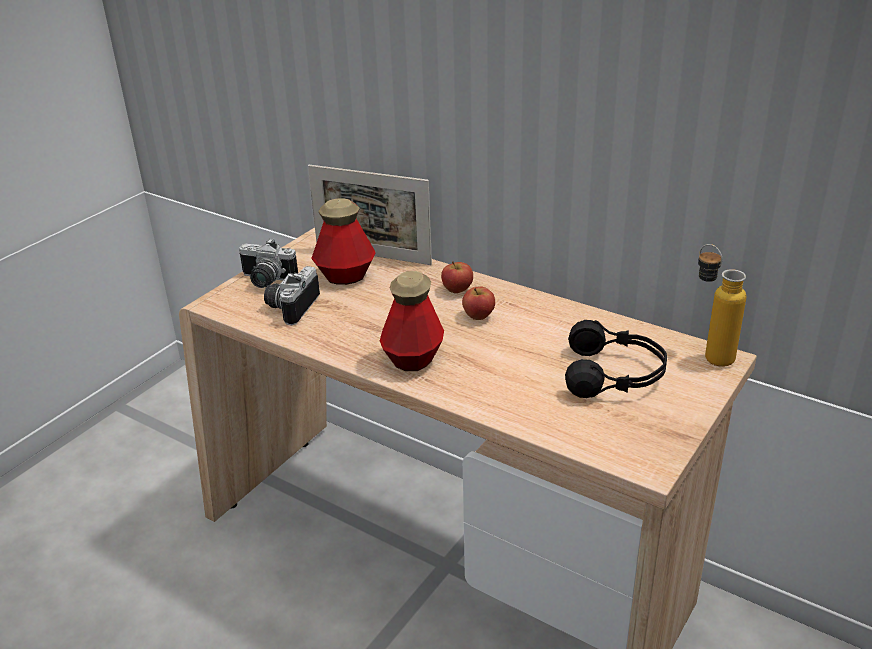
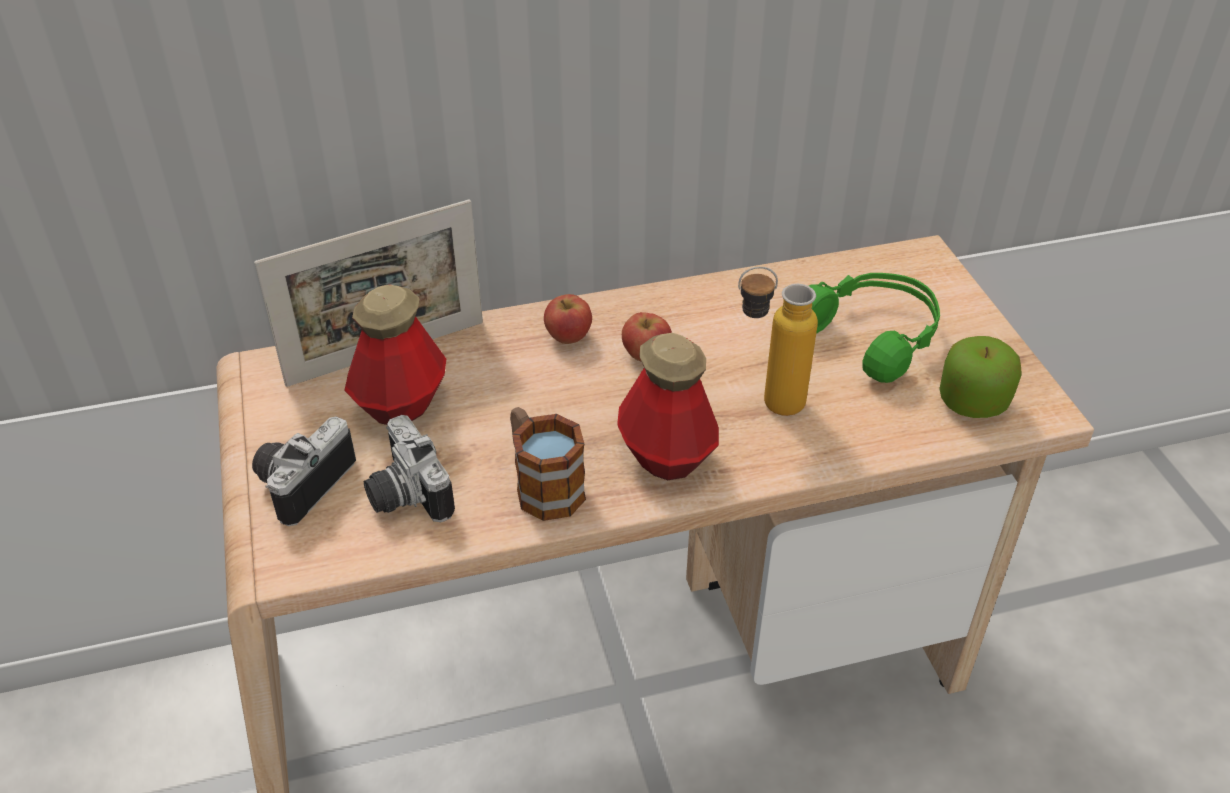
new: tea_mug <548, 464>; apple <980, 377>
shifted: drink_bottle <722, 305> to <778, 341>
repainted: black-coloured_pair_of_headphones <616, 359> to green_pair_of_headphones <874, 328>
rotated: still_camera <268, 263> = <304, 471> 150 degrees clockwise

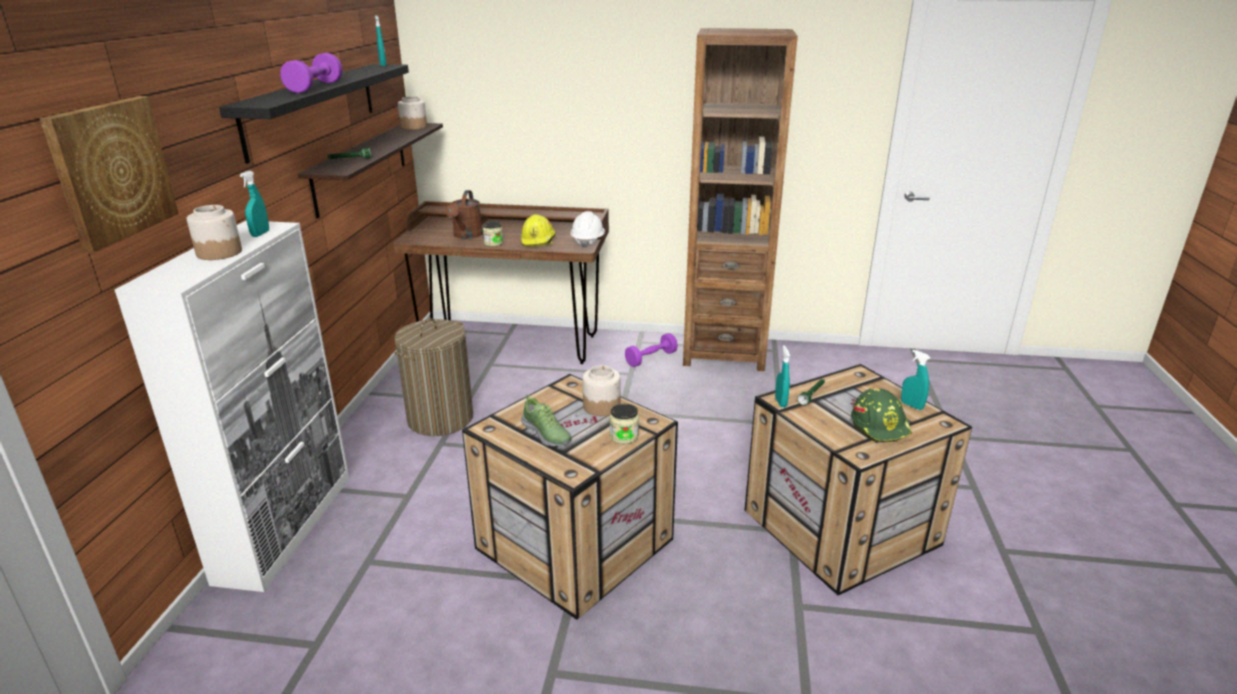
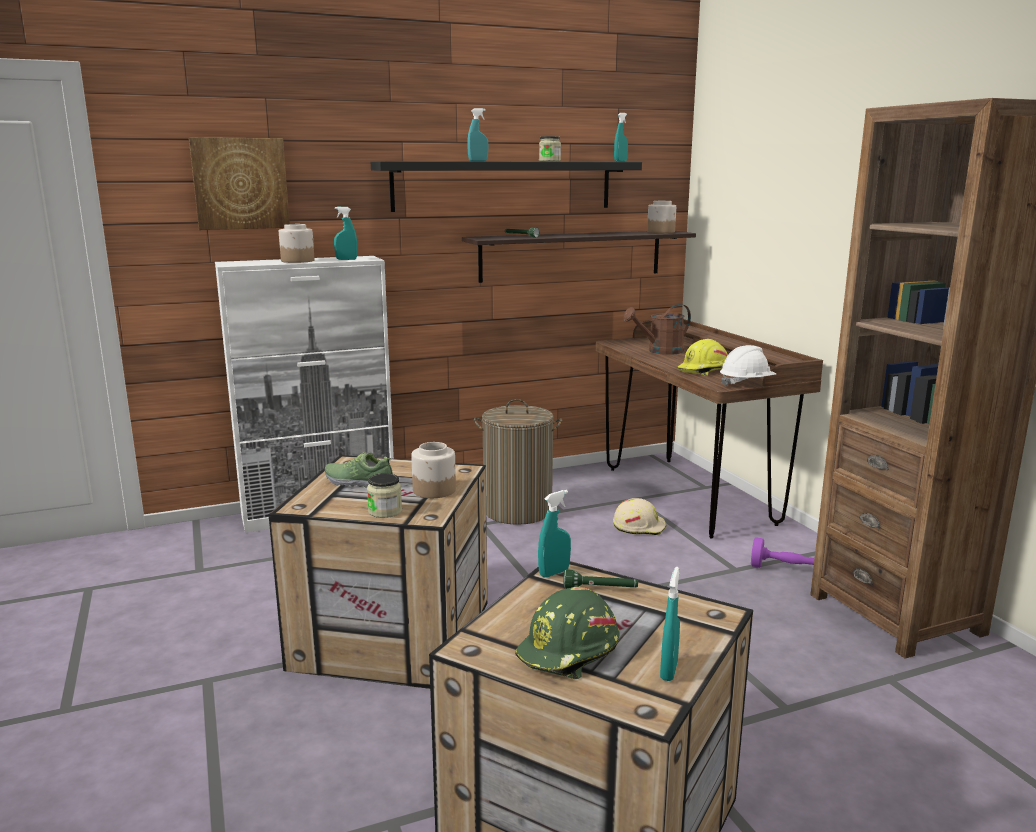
new: sand-coloured_safety_helmet <639, 516>
shifted: storage_jar <493, 233> to <550, 148>
swapped: purplish_free_weight <311, 73> to turquoise-coloured_sprayer <478, 134>
rotated: low_shoe <546, 420> = <359, 470> 90 degrees clockwise

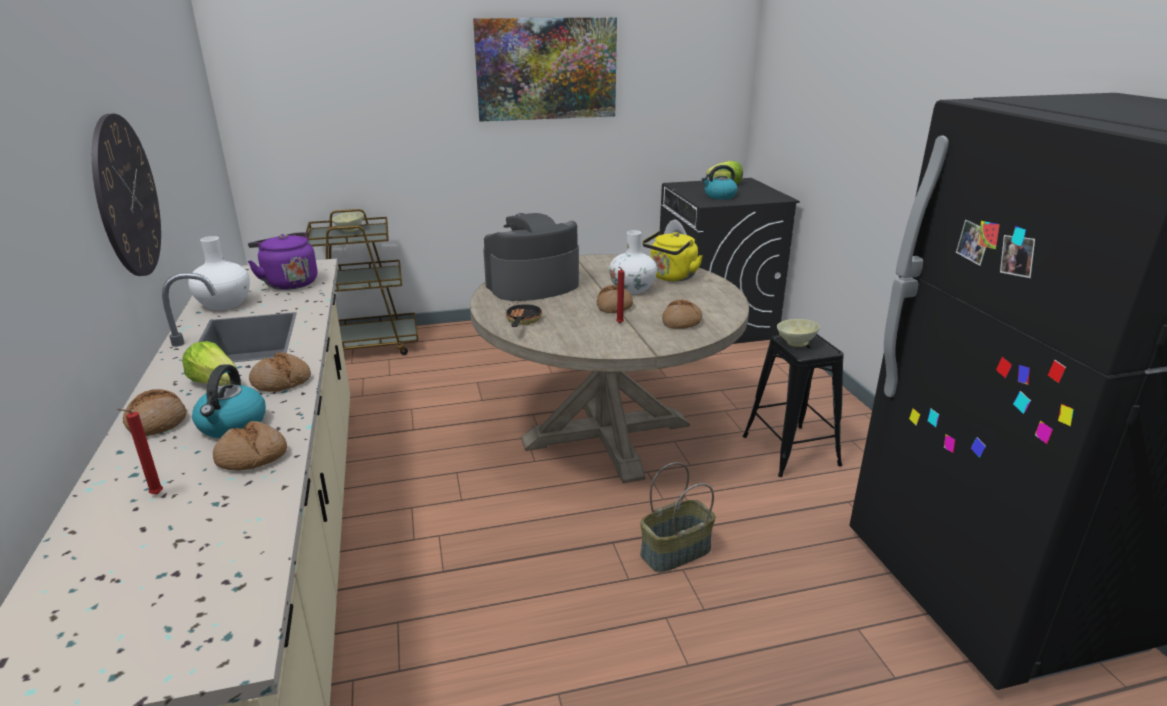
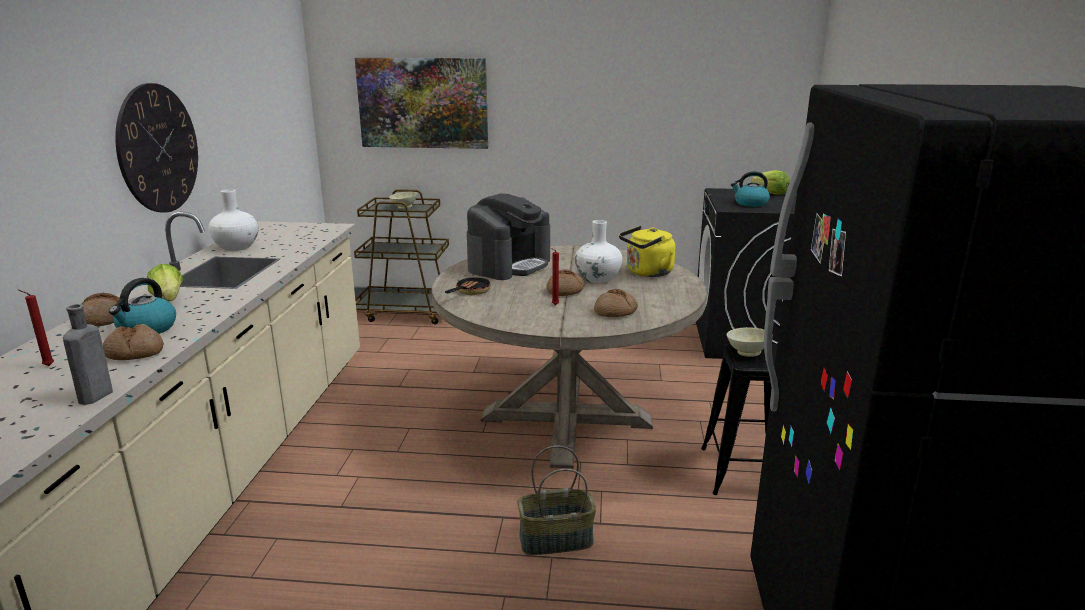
gone: purplish_tea_kettle <282, 261>; bakery_bread <280, 372>
new: greyish_drink_bottle <88, 354>
shifted: wall_art <545, 69> to <421, 103>
rotated: coffee_maker <531, 257> = <508, 237> 135 degrees clockwise

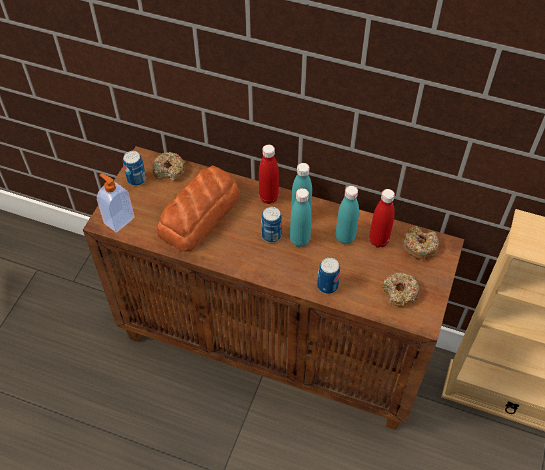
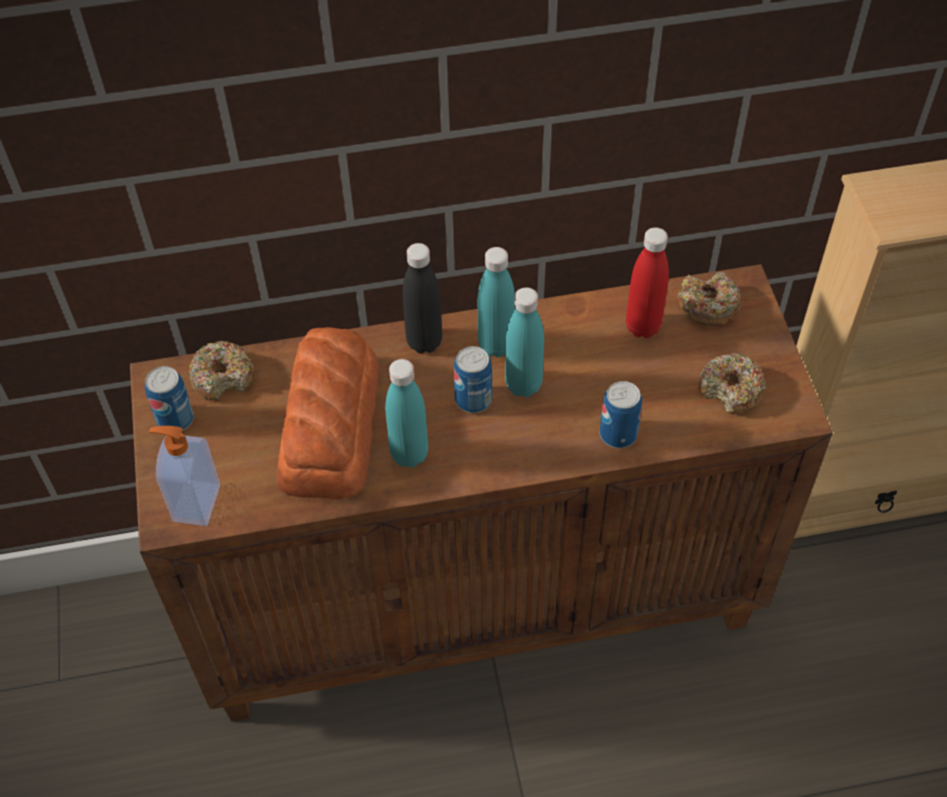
shifted: turquoise-coloured_drink_bottle <347, 215> to <406, 413>
repainted: reddish_drink_bottle <269, 174> to black-coloured_drink_bottle <422, 298>

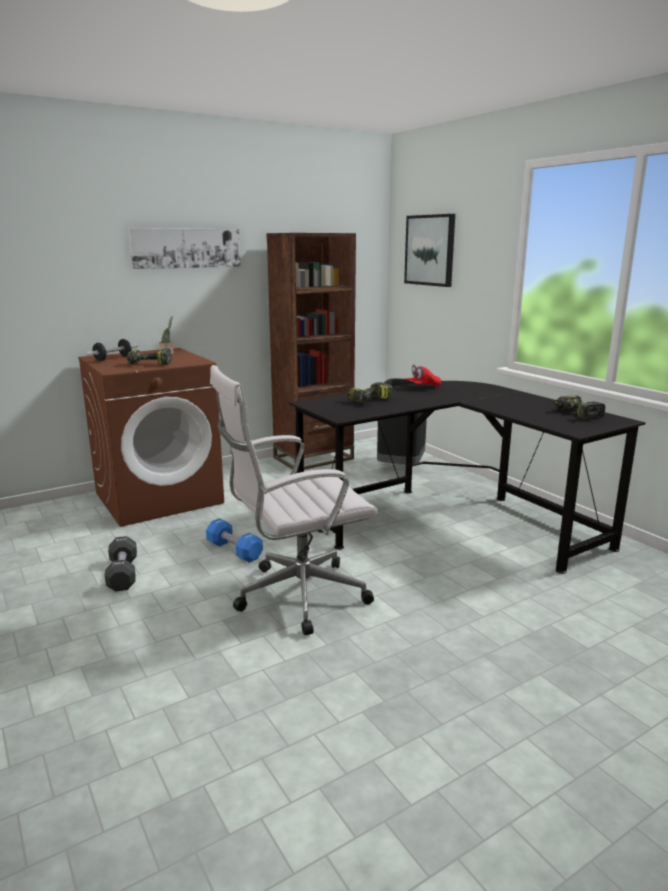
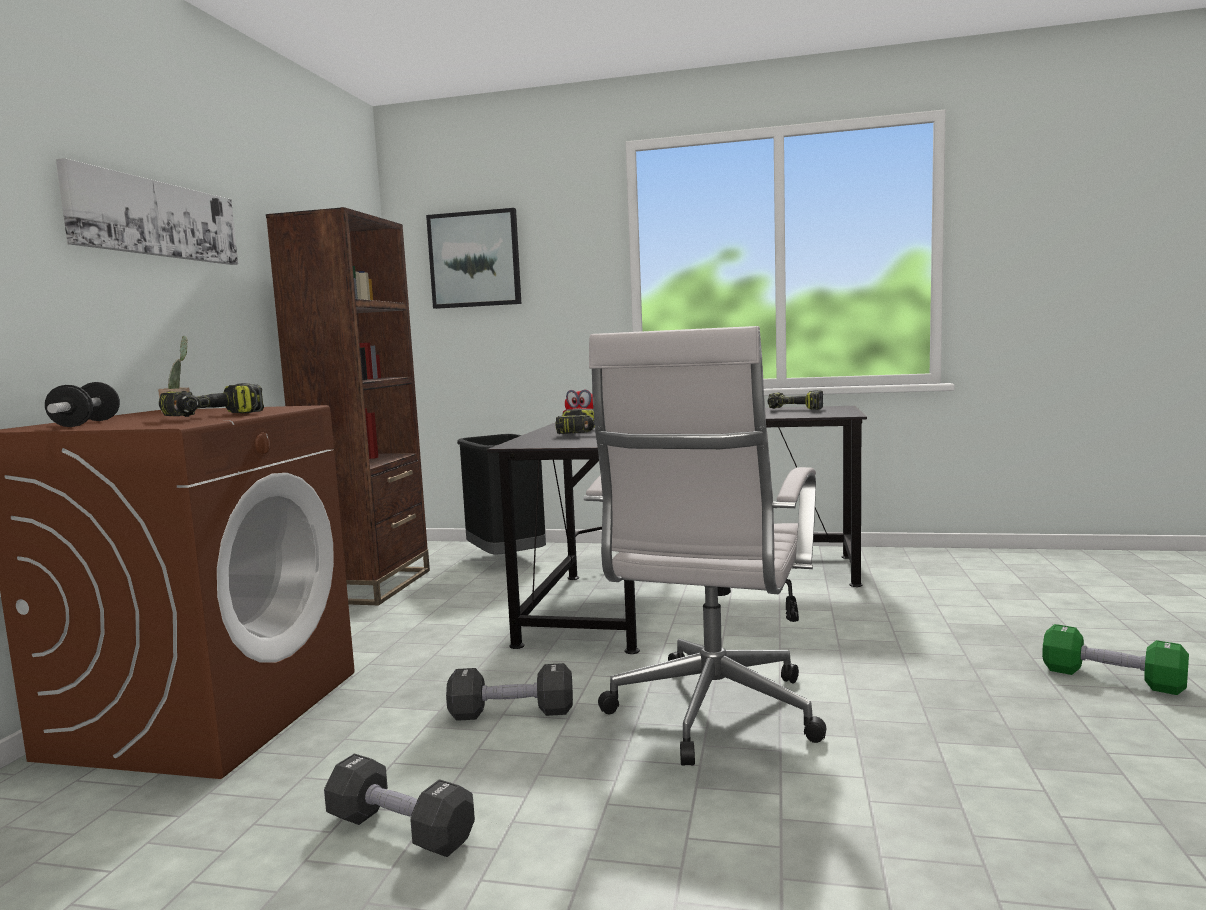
new: green_free_weight <1115, 659>
repainted: bluish_free_weight <234, 540> to black-coloured_free_weight <509, 692>

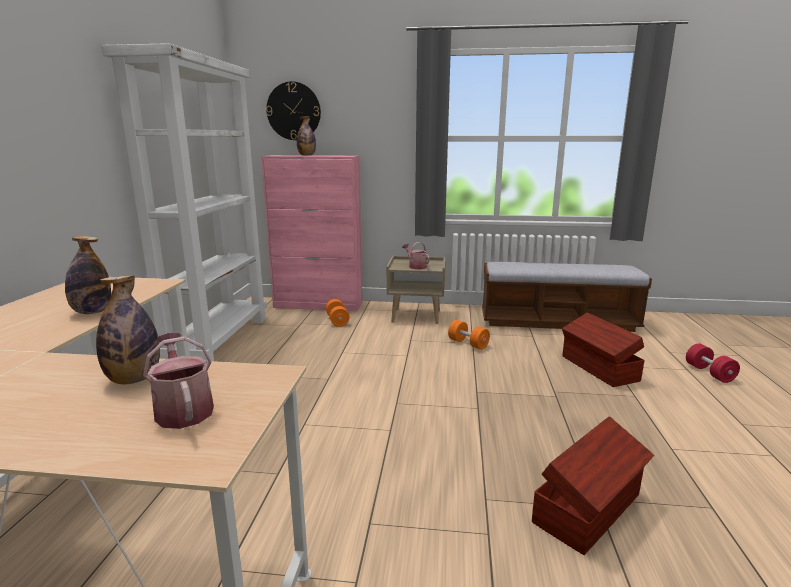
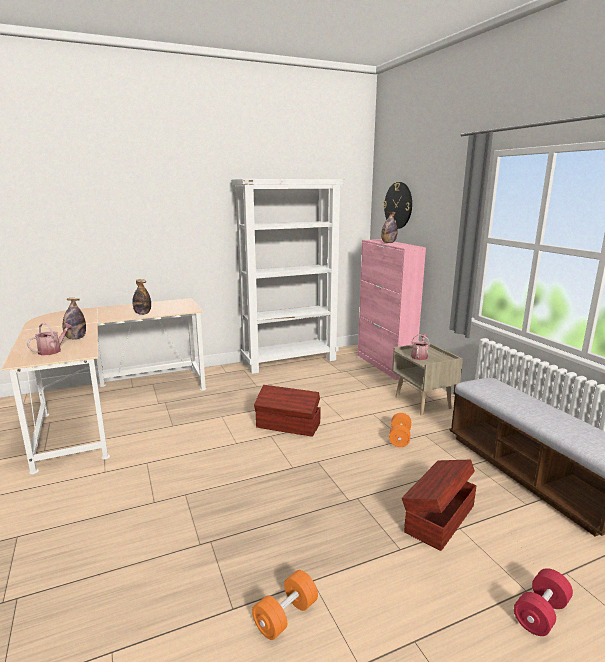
shifted: orange_free_weight <337, 313> to <285, 605>; brown-coloured_storage_container <593, 485> to <287, 411>

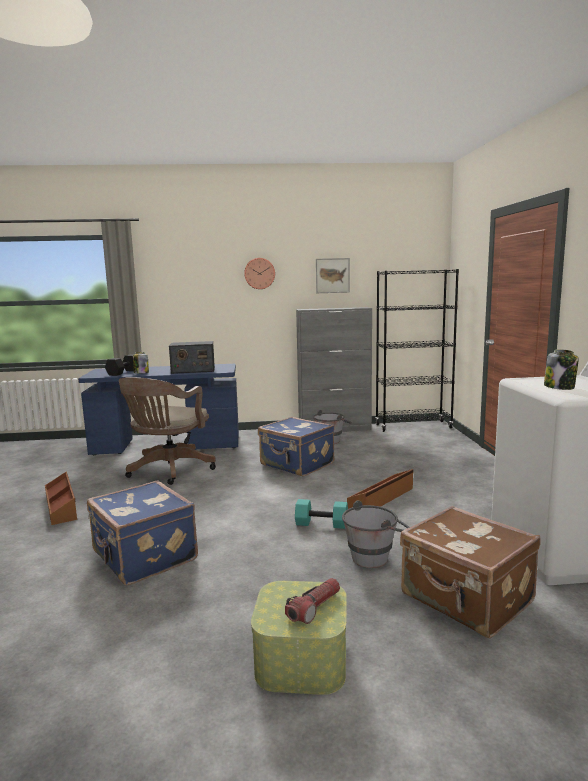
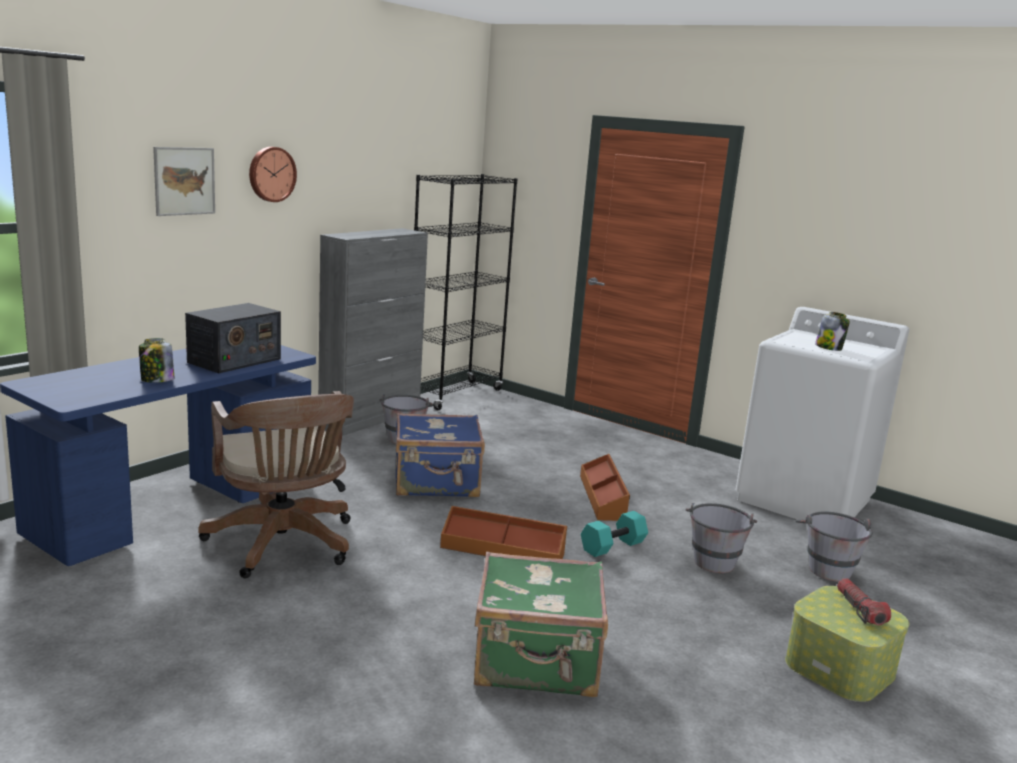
gone: black-coloured_free_weight <119, 365>
shifted: brown-coloured_storage_container <61, 498> to <503, 532>; wall_art <333, 275> to <184, 181>
swapped: brown-coloured_piece_of_luggage <470, 572> to greyish_pail <834, 546>
repainted: bluish_piece_of_luggage <142, 532> to green_piece_of_luggage <541, 624>

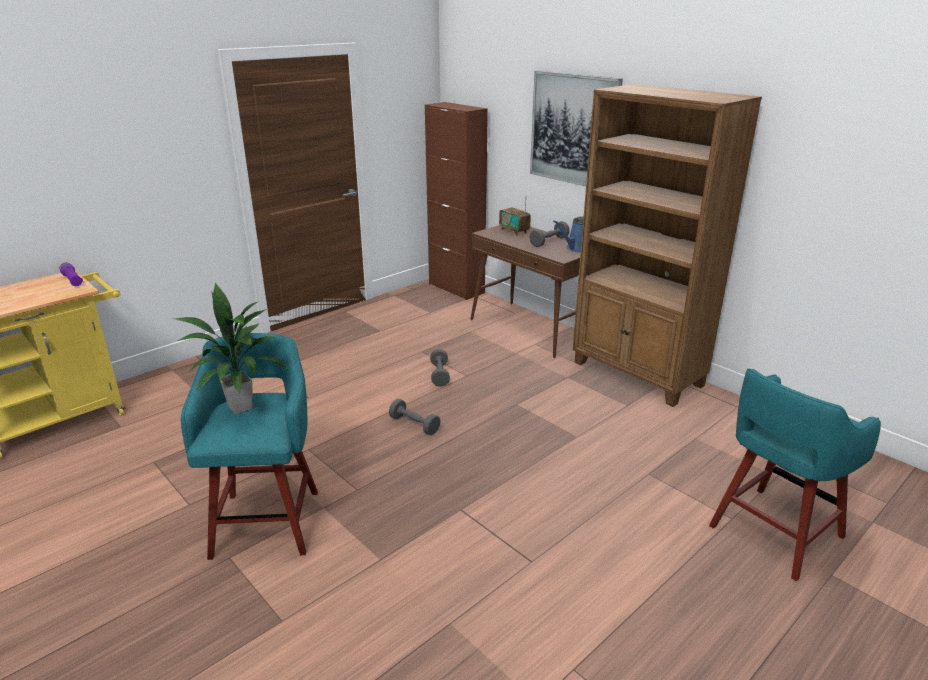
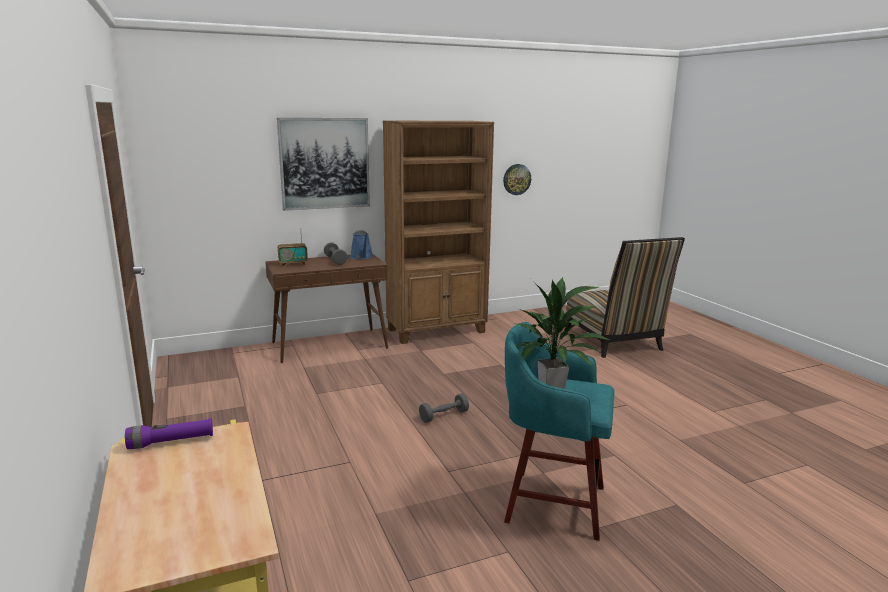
gone: brown-coloured_cupboard <456, 201>; greyish_free_weight <440, 368>
new: wall_clock <517, 179>
swapped: turquoise-coloured_stool <795, 475> to upright_chair <624, 297>

